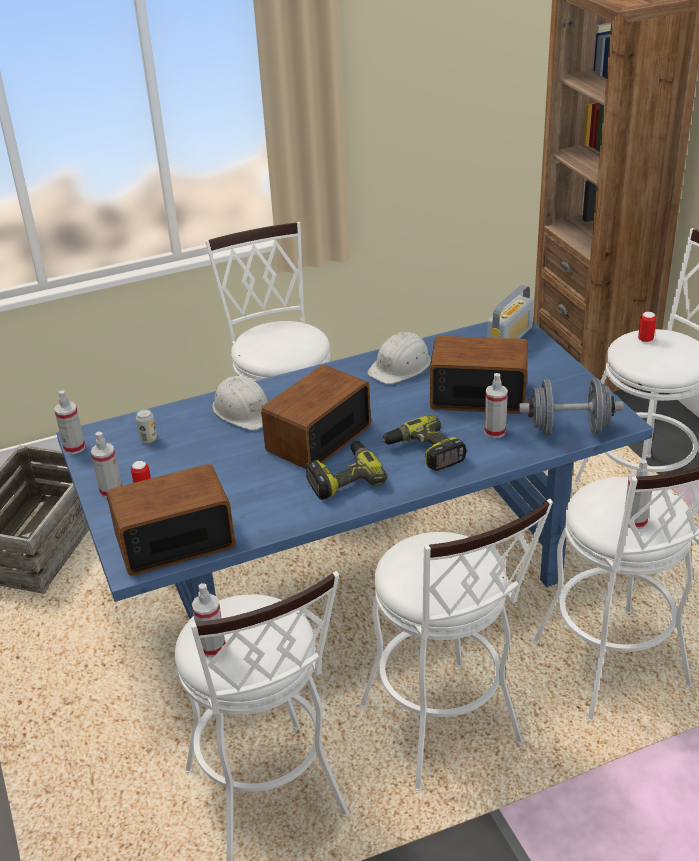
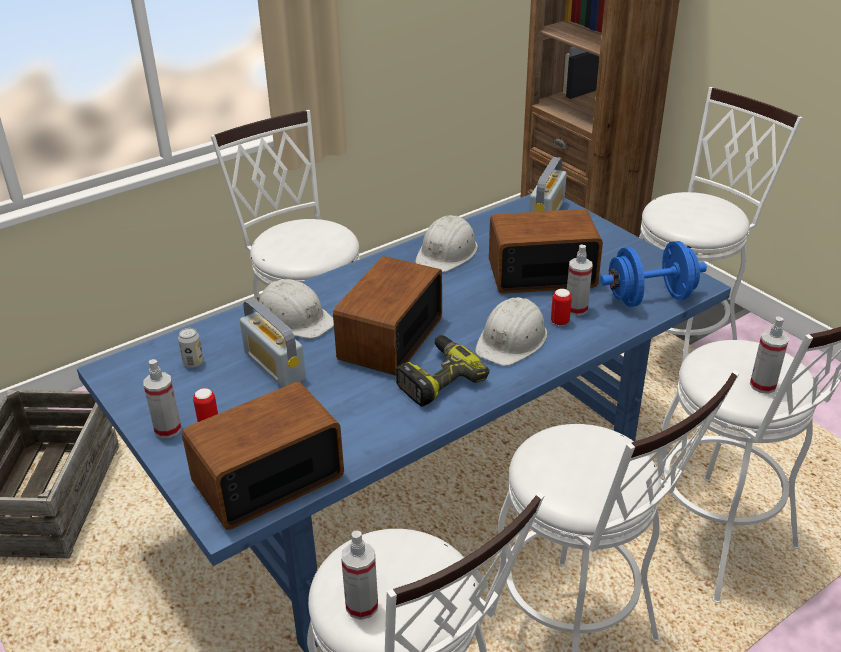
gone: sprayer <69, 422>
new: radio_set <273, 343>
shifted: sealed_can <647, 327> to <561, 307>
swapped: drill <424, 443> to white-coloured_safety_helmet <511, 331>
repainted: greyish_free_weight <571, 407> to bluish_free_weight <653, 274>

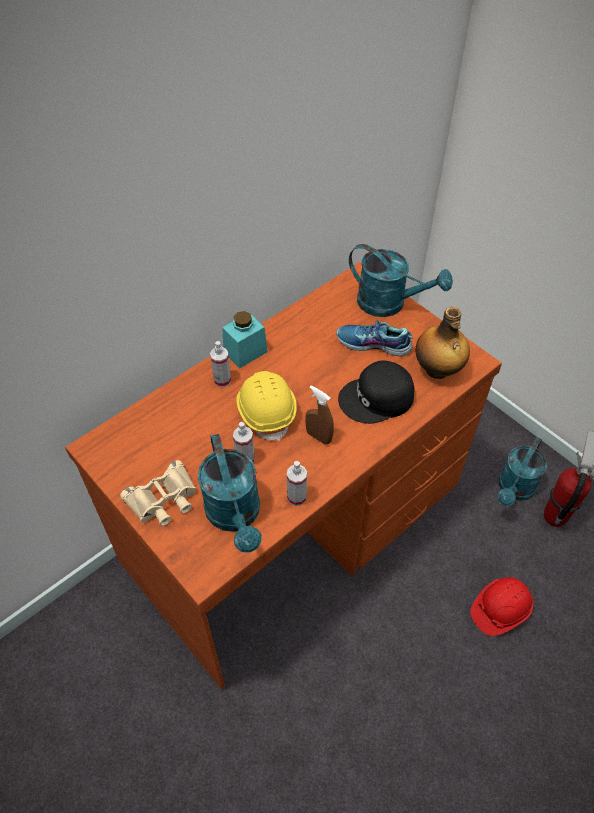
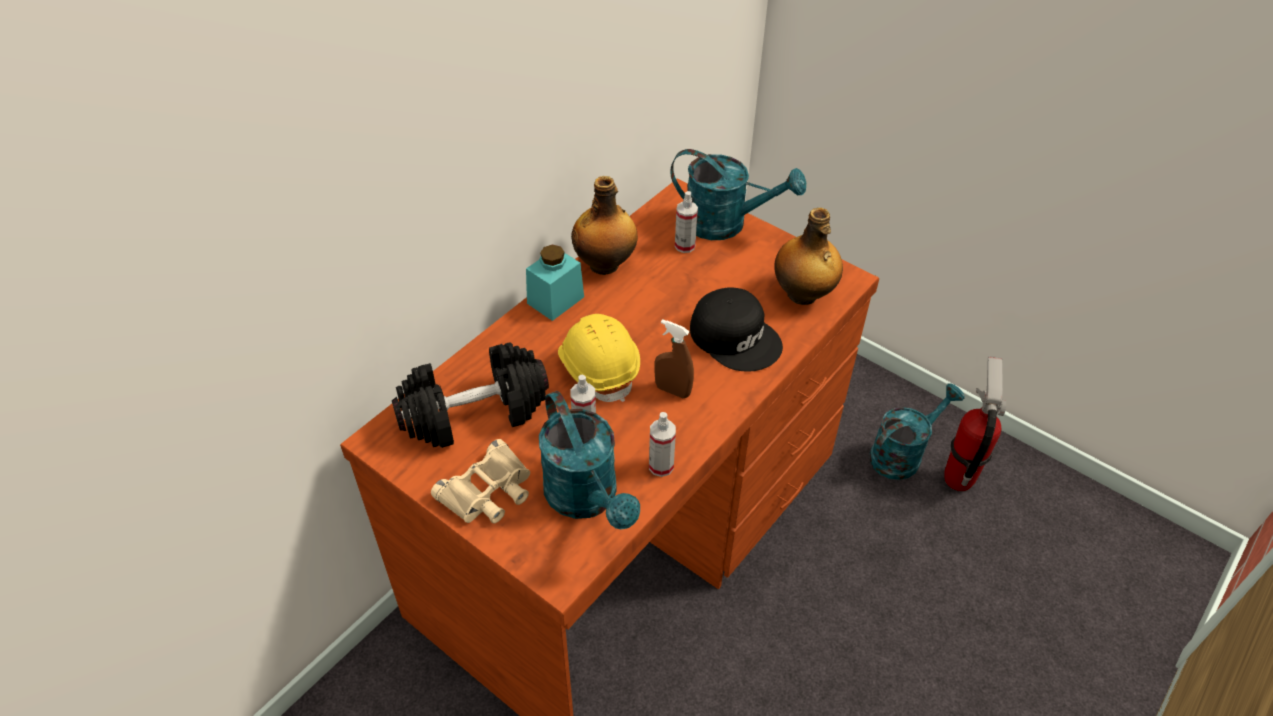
gone: low_shoe <374, 338>; reddish_safety_helmet <501, 606>
new: black-coloured_free_weight <470, 395>; drink_bottle <604, 225>
shifted: sprayer <220, 364> to <686, 222>
rotated: black-coloured_peaked_cap <376, 392> = <736, 329> 105 degrees counterclockwise; turquoise-coloured_sprinkling_can <522, 471> = <917, 431> 150 degrees counterclockwise

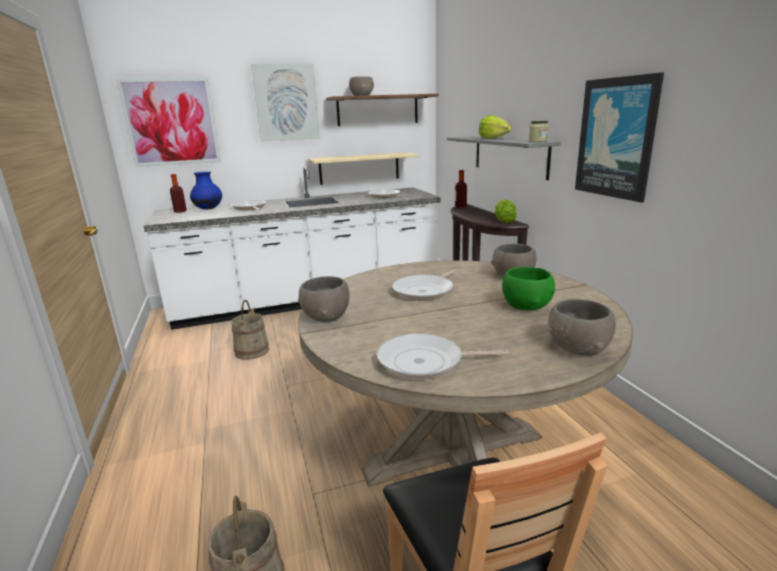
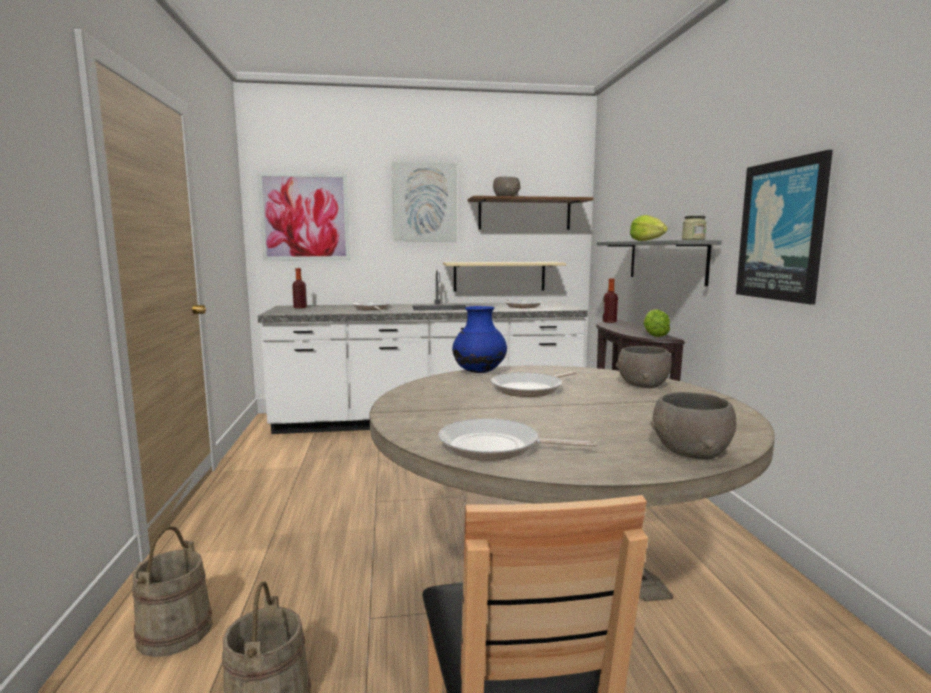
gone: greyish_serving_bowl <324, 299>; green_serving_bowl <528, 288>
shifted: bluish_decorative_vase <206, 190> to <479, 339>; sand-coloured_pail <250, 330> to <172, 591>

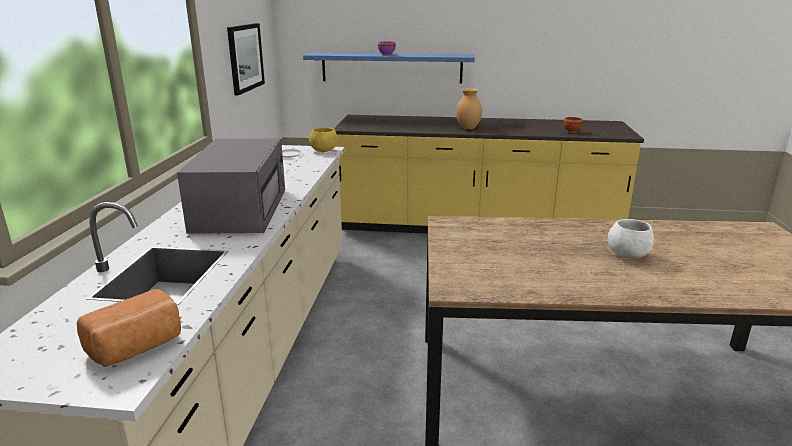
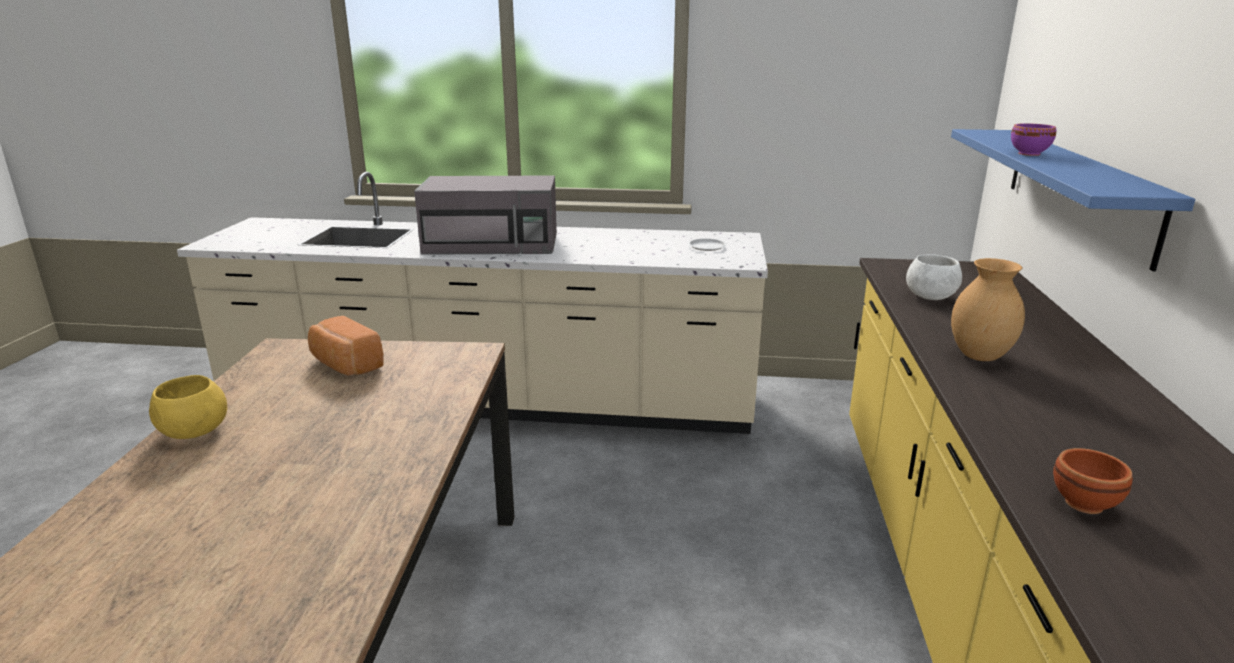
gone: wall_art <246, 59>
shifted: bakery_bread <129, 328> to <346, 345>; yellow_serving_bowl <323, 140> to <188, 407>; white-coloured_serving_bowl <631, 238> to <934, 277>

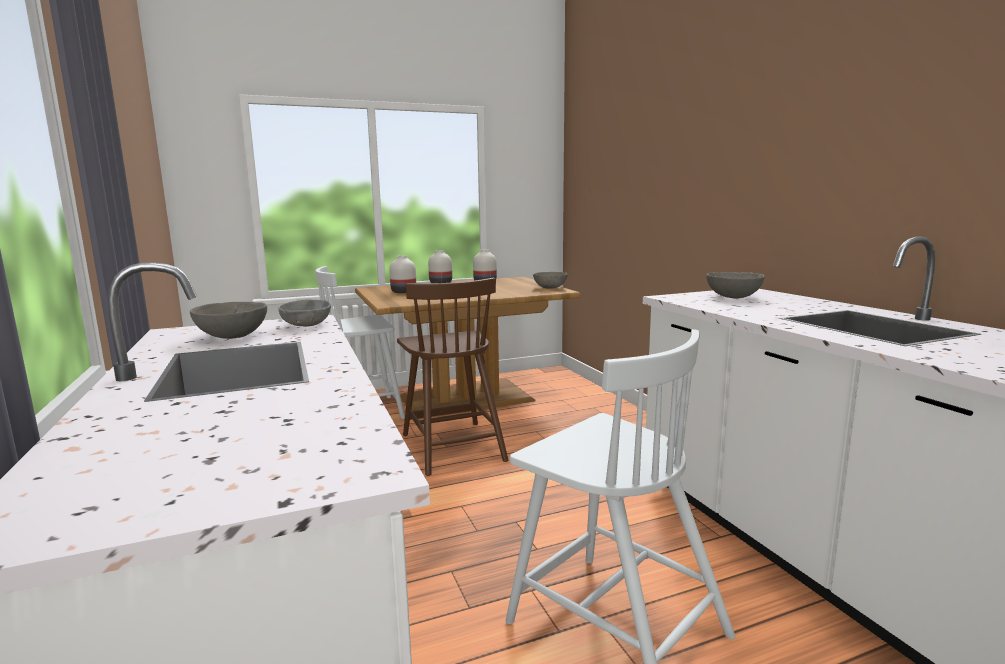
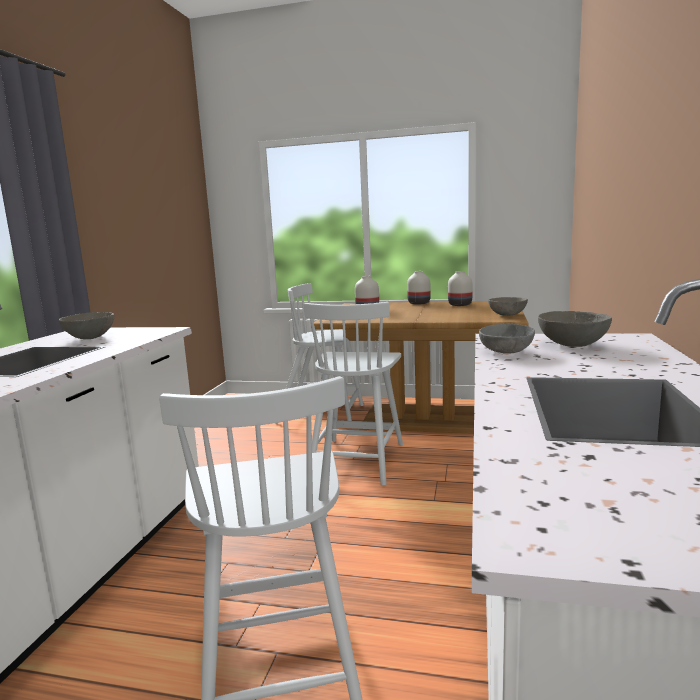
shifted: greyish_serving_bowl <304, 312> to <507, 339>
repainted: brown-coloured_upright_chair <452, 377> to white-coloured_upright_chair <353, 394>

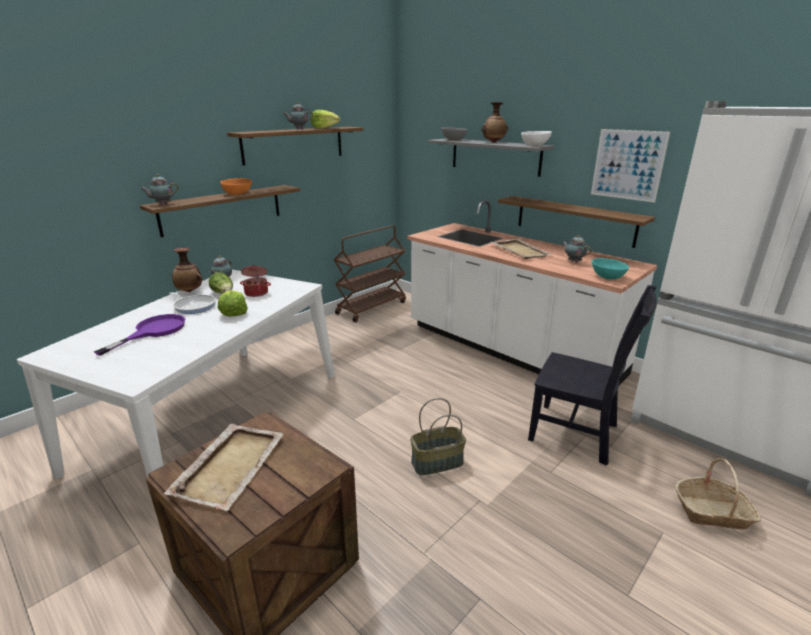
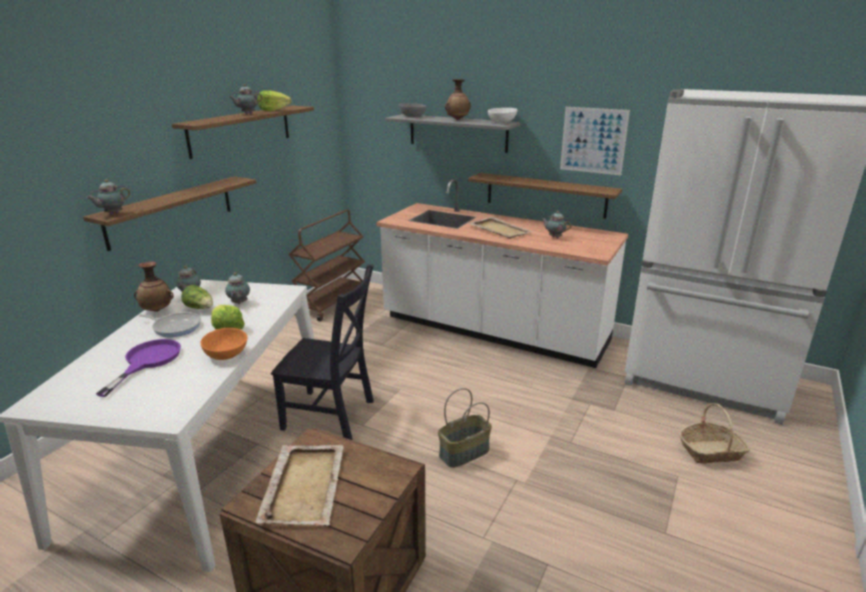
gone: turquoise-coloured_serving_bowl <610, 269>
shifted: orange_serving_bowl <236, 186> to <223, 344>; black-coloured_upright_chair <592, 375> to <322, 352>
swapped: cooking_pot <255, 281> to tea_pot <237, 288>

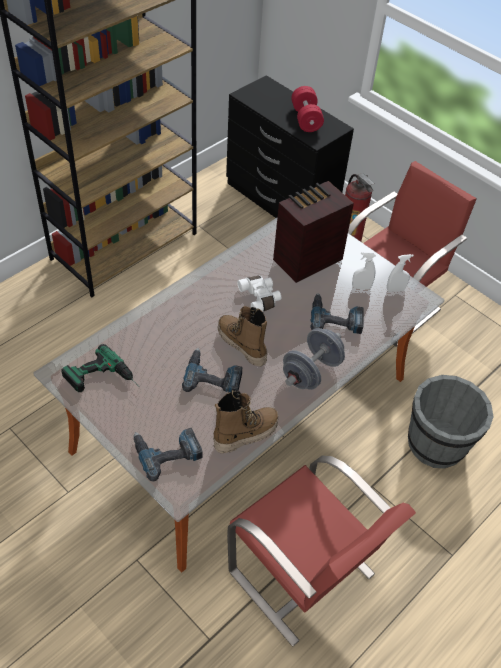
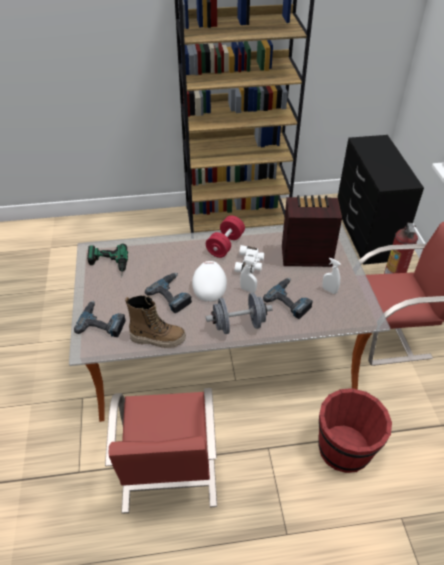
shifted: reddish_free_weight <307, 109> to <225, 236>; white-coloured_sprayer <400, 273> to <248, 276>
swapped: tall_boot <242, 336> to white-coloured_peaked_cap <209, 281>
repainted: greyish_pail <451, 422> to reddish_pail <355, 430>

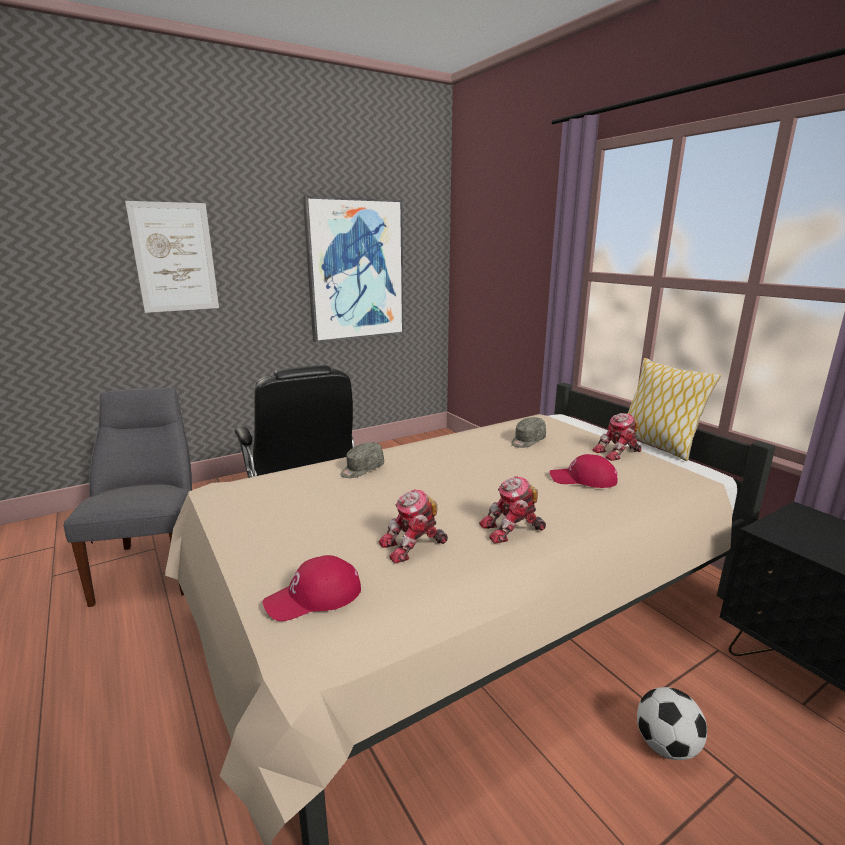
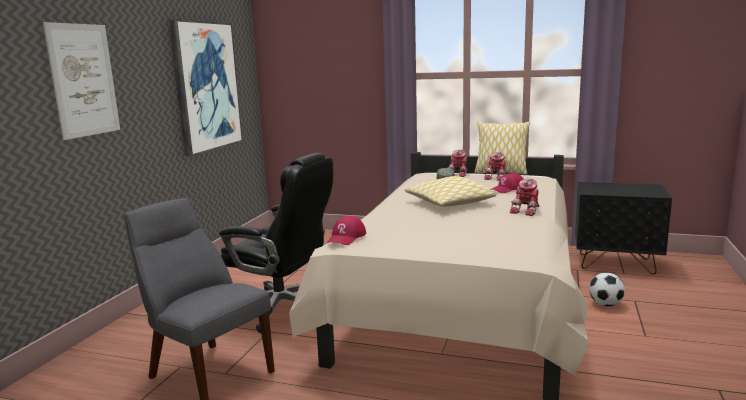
gone: greyish_peaked_cap <362, 460>
new: pillow <451, 191>
shifted: reddish_peaked_cap <312, 588> to <346, 230>; robot_figure <413, 526> to <458, 163>

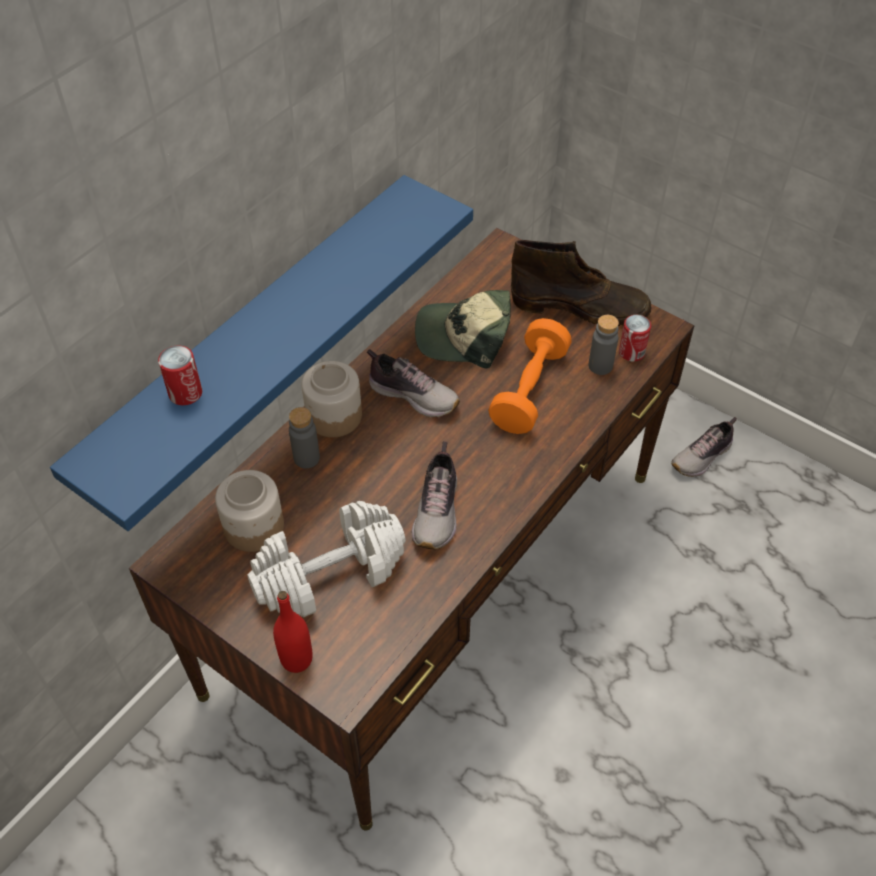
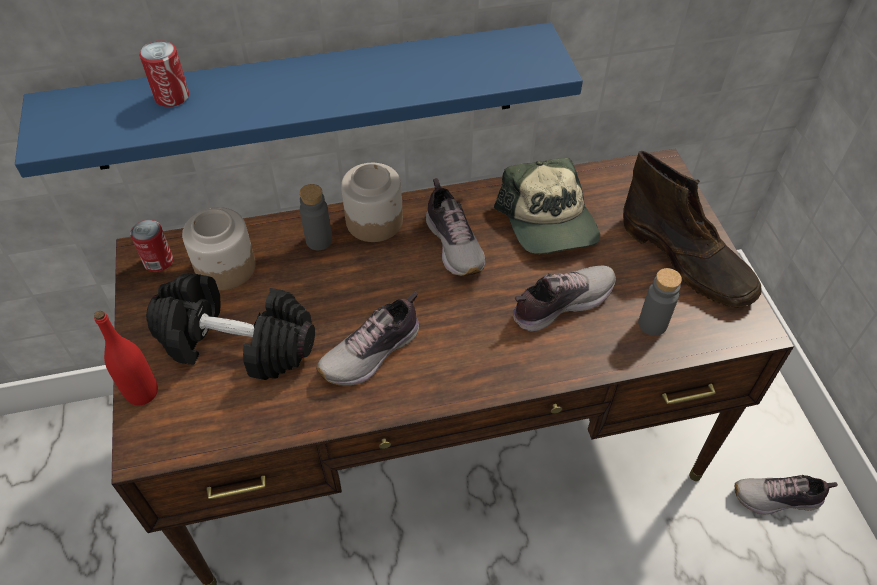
shifted: sealed_can <635, 338> to <151, 246>
swapped: orange_free_weight <530, 376> to low_shoe <564, 298>
repainted: white-coloured_free_weight <326, 559> to black-coloured_free_weight <230, 326>
rotated: peaked_cap <463, 329> = <547, 206> 150 degrees counterclockwise

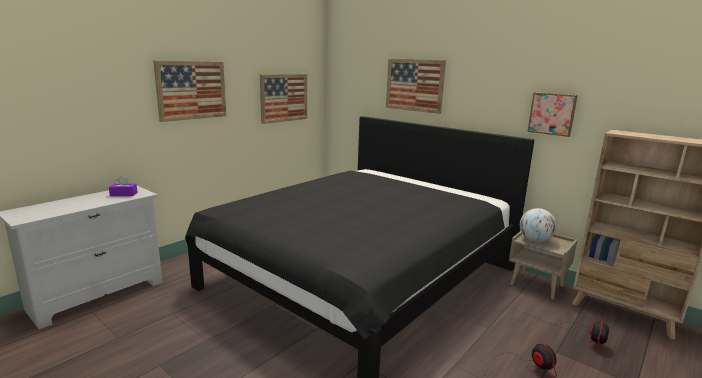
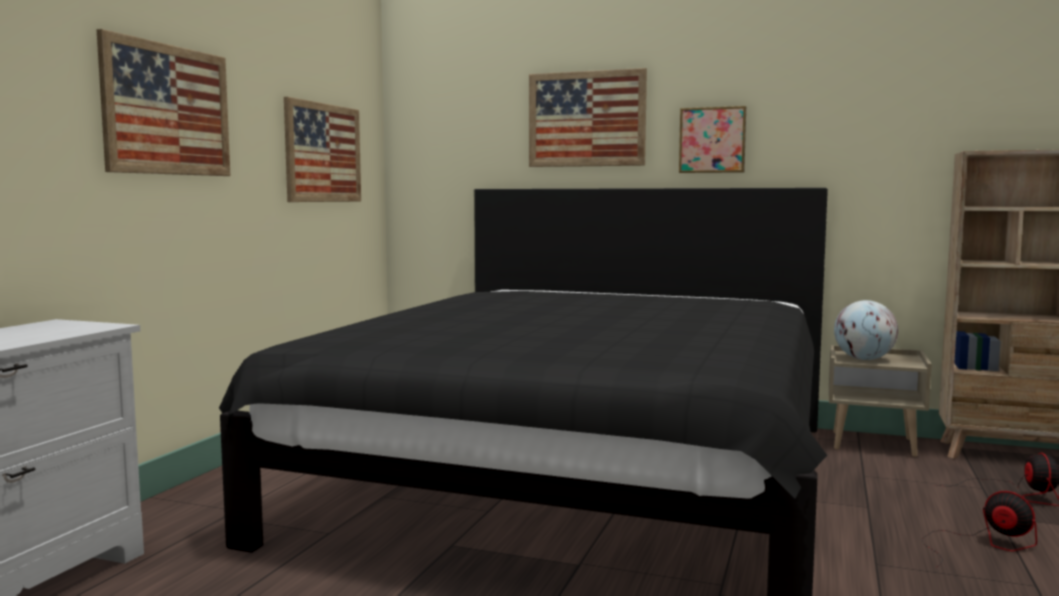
gone: purplish_tissue_box <123, 186>
shifted: wall_art <552, 114> to <712, 139>

